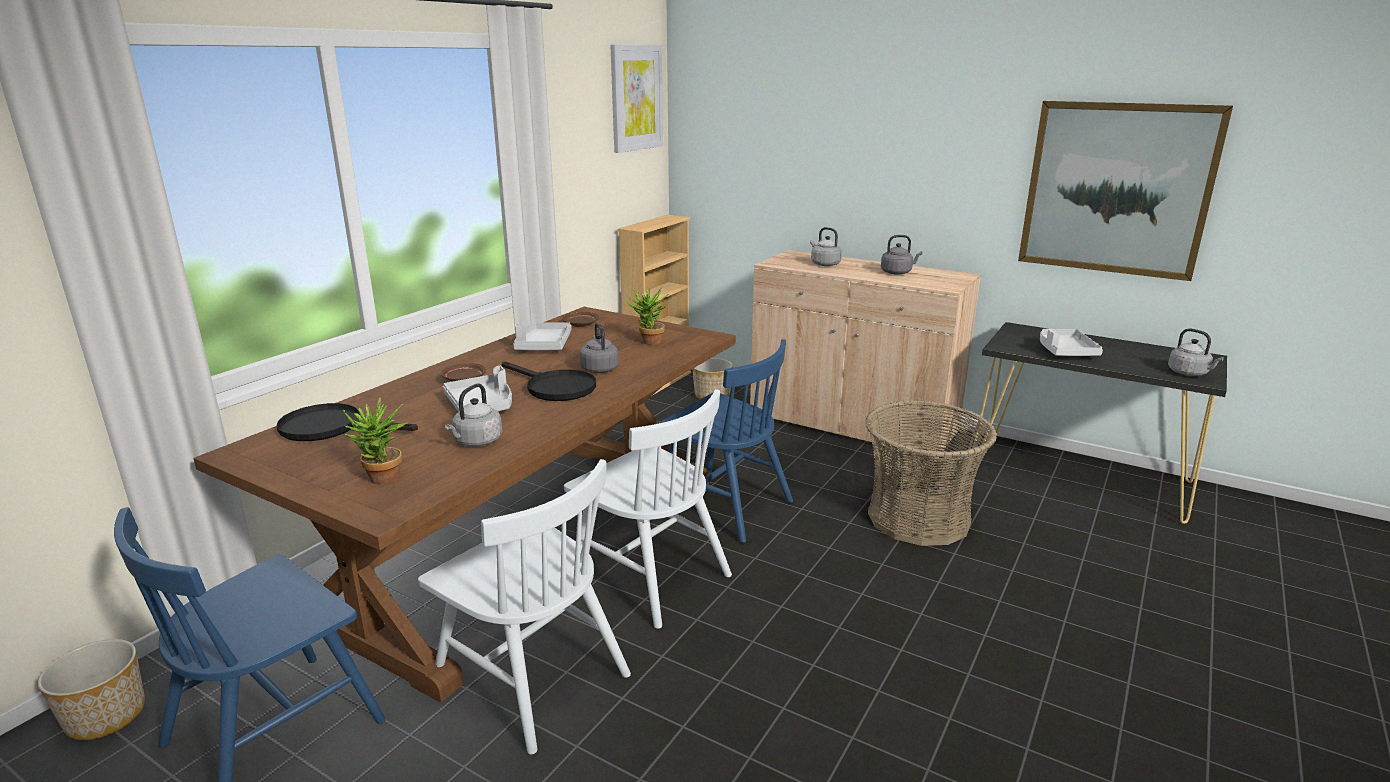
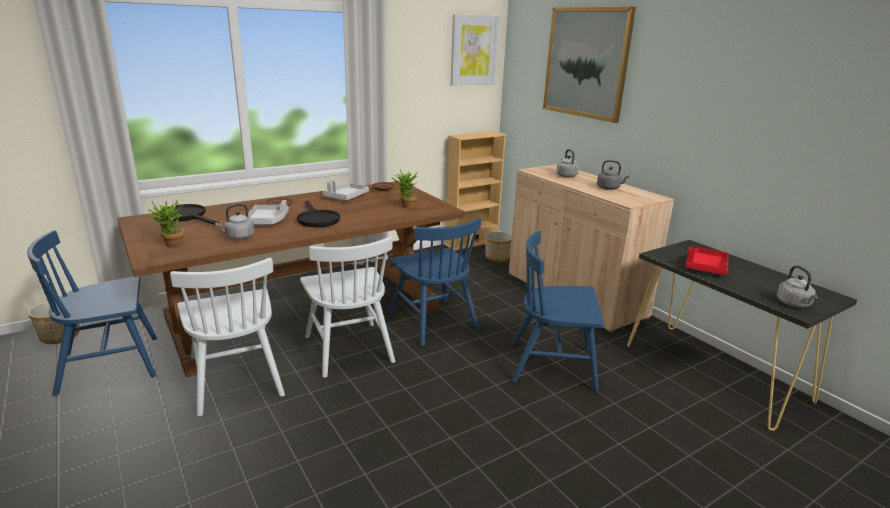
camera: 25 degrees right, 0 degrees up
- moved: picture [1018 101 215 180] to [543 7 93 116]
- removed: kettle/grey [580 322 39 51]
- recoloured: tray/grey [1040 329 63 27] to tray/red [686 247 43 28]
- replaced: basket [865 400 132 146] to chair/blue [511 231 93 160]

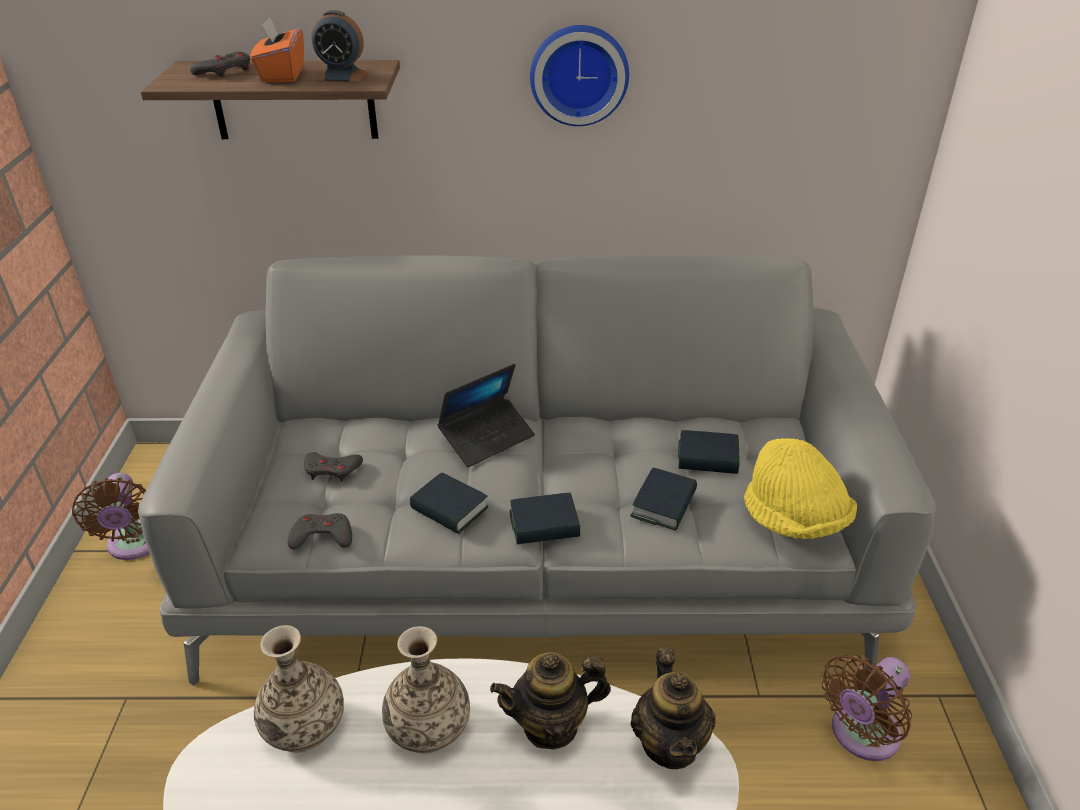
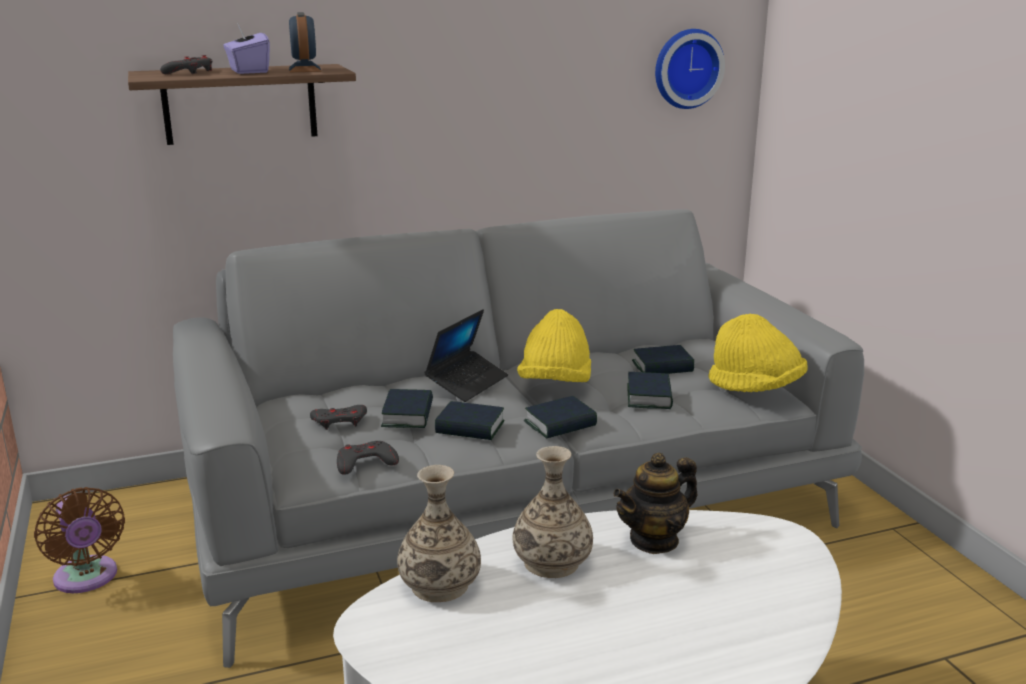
camera: 20 degrees left, 15 degrees down
- turned: alarm clock [311 10 57 73] = [289 12 32 60] 90 degrees counterclockwise
- recoloured: tissue box/orange [251 17 53 65] to tissue box/purple [223 23 47 51]
- moved: wall clock [530 25 99 101] to [655 29 70 80]
- removed: teapot [630 647 86 122]
- removed: fan/brown [822 654 90 107]
- added: hat/yellow [517 309 74 73]
- added: book [381 389 52 39]

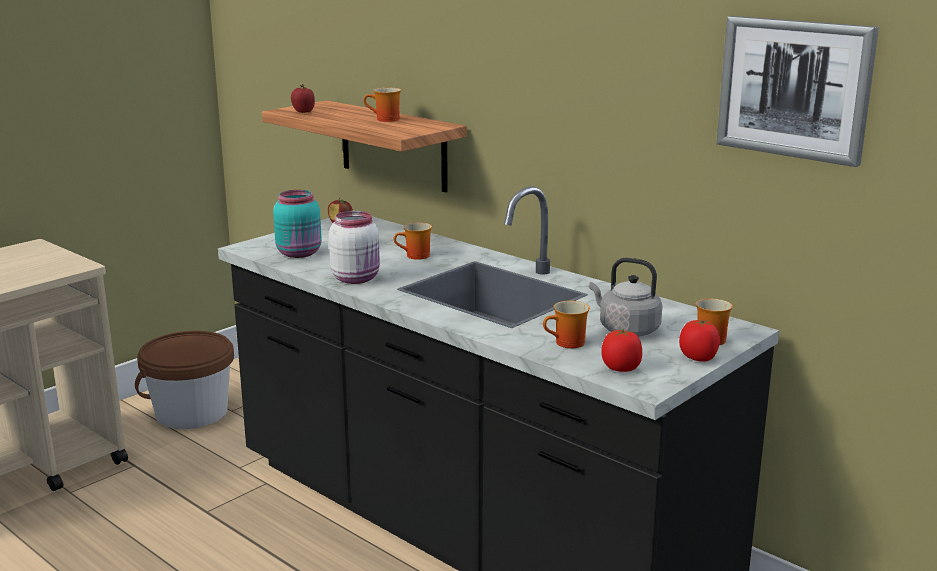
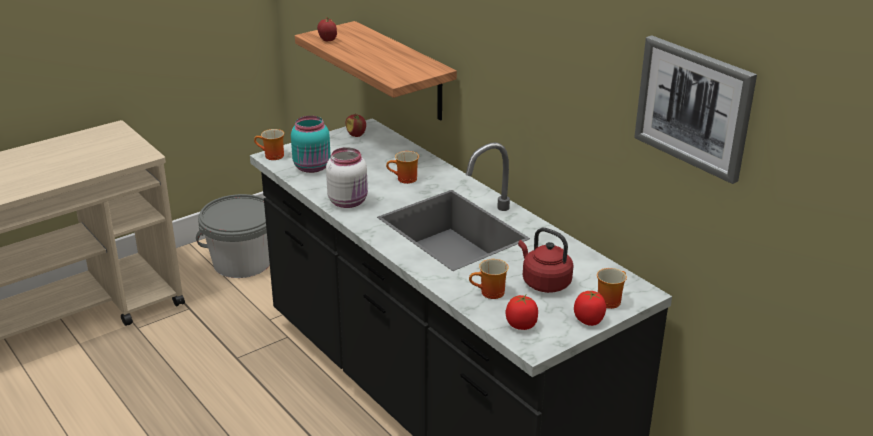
camera: 10 degrees right, 10 degrees up
- moved: mug [364 88 37 34] to [254 129 30 31]
- recoloured: kettle/grey [589 258 73 78] to kettle/red [518 228 56 65]
- recoloured: bucket/brown [135 331 99 98] to bucket/grey [196 194 74 84]

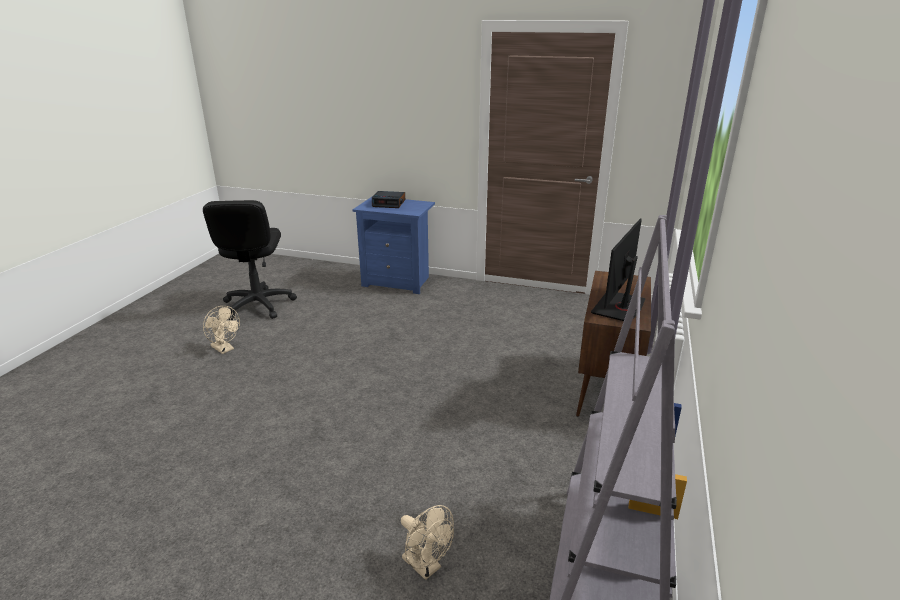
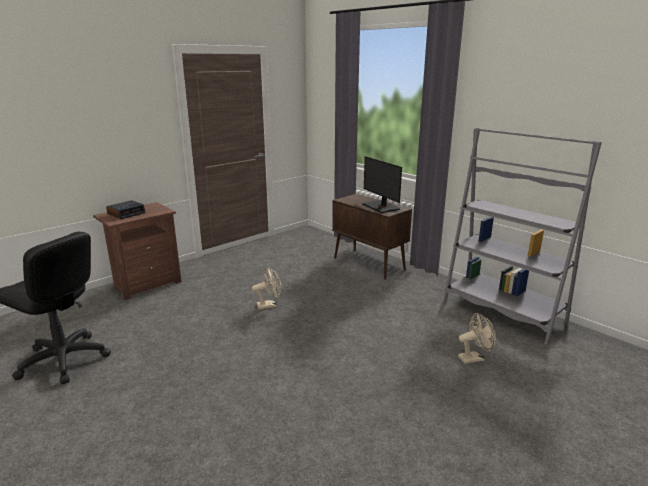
camera: 60 degrees left, 5 degrees down
- recoloured: nightstand/blue [352 196 83 98] to nightstand/brown [93 202 89 98]
- moved: fan/beige [203 306 37 48] to [252 268 29 42]

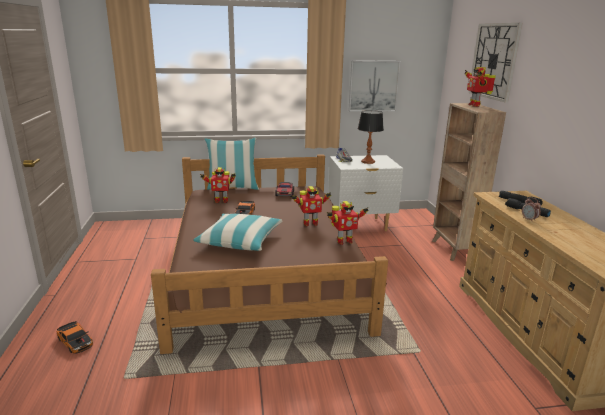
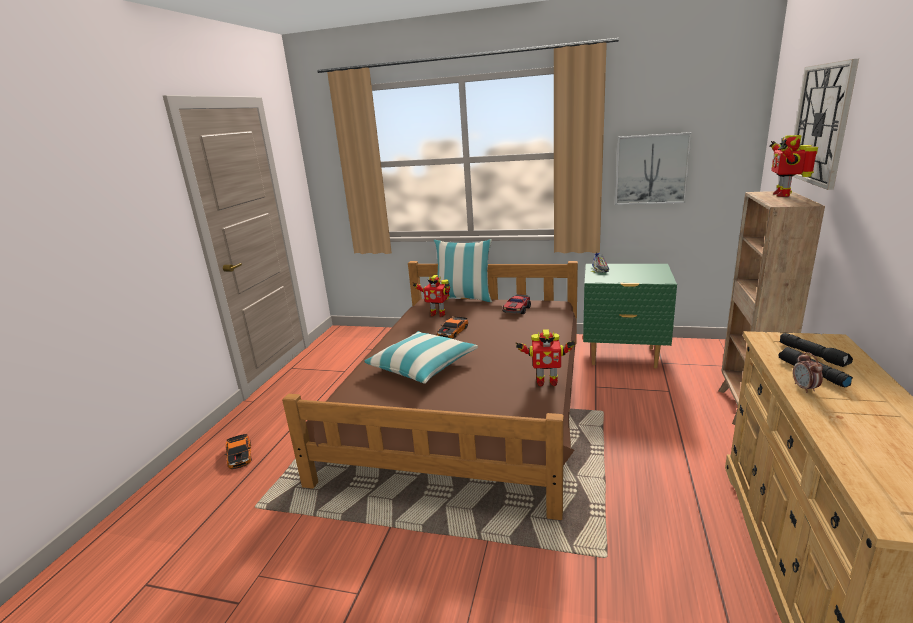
camera: 25 degrees right, 0 degrees up
- removed: table lamp [358 110 26 54]
- recoloured: nightstand/white [328 155 75 76] to nightstand/green [583 264 94 104]
- removed: toy robot [291 186 40 40]

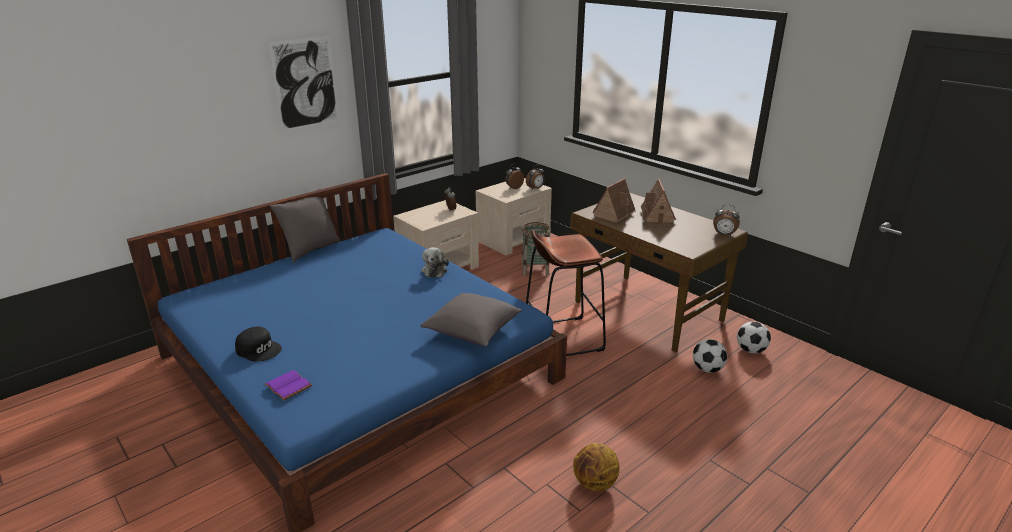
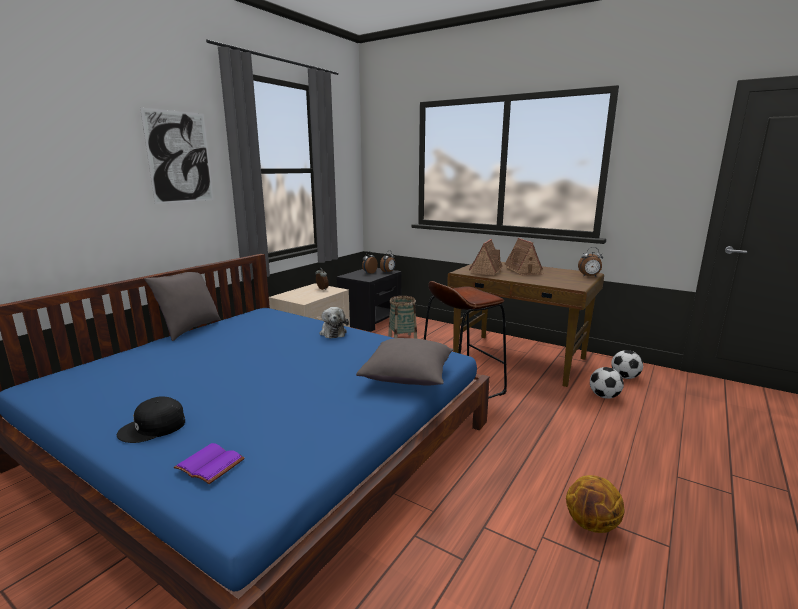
camera: 15 degrees left, 10 degrees down
- recoloured: nightstand/beige [476 178 76 77] to nightstand/black [336 268 66 64]
- turned: cap/black [235 326 47 36] = [117 396 68 47] 135 degrees clockwise

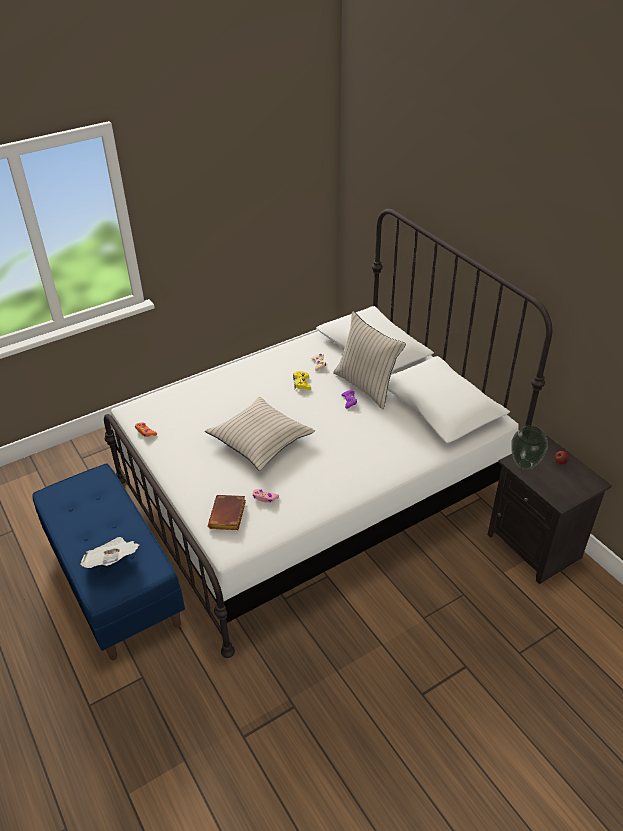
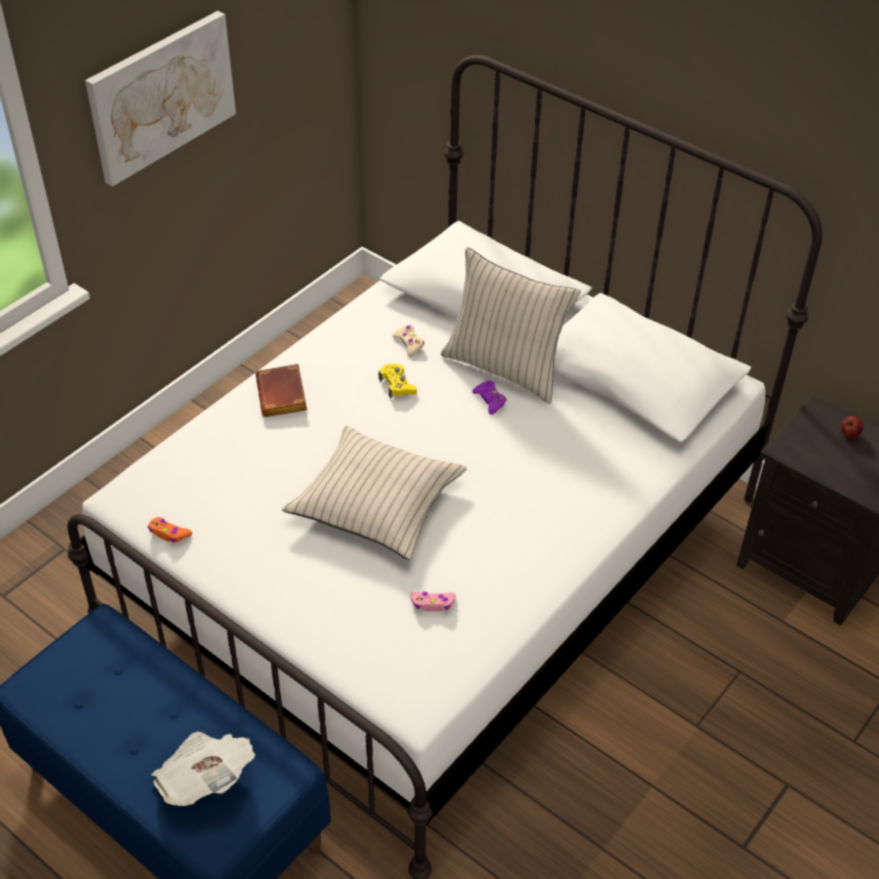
camera: 20 degrees left, 5 degrees up
- removed: vase [511 426 37 44]
- moved: book/brown [208 495 38 35] to [256 364 51 53]
- added: picture [85 11 151 176]

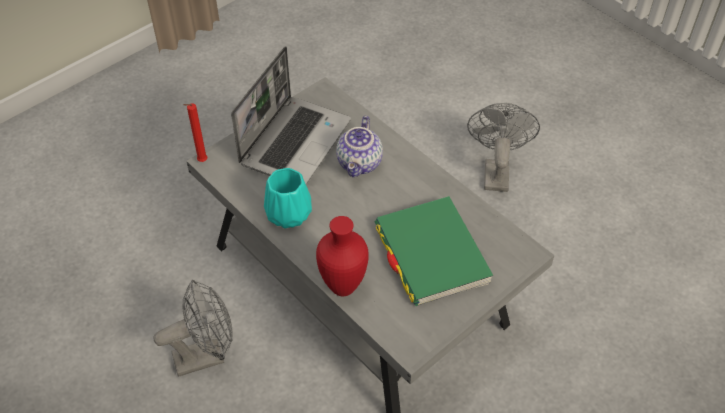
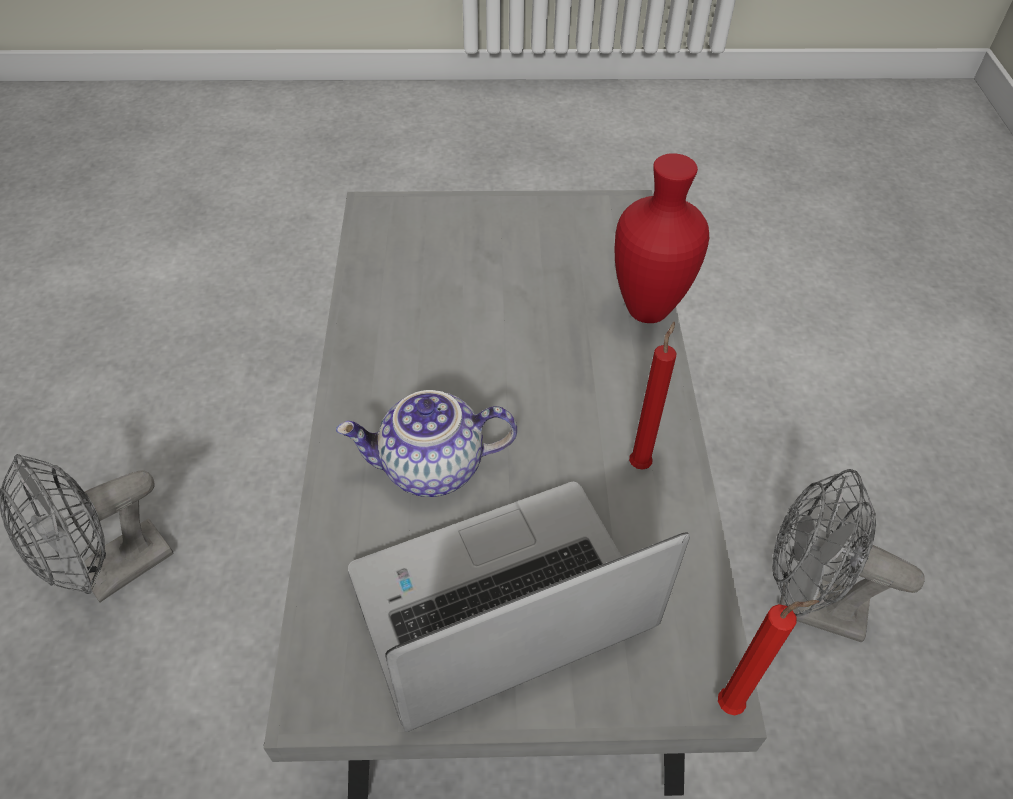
camera: 140 degrees left, 0 degrees up
- turned: teapot [336 116 47 61] = [336 390 181 107] 150 degrees counterclockwise
- replaced: vase/turquoise [264 168 48 61] to candle/red [629 321 47 149]
- removed: book/green [375 196 118 110]

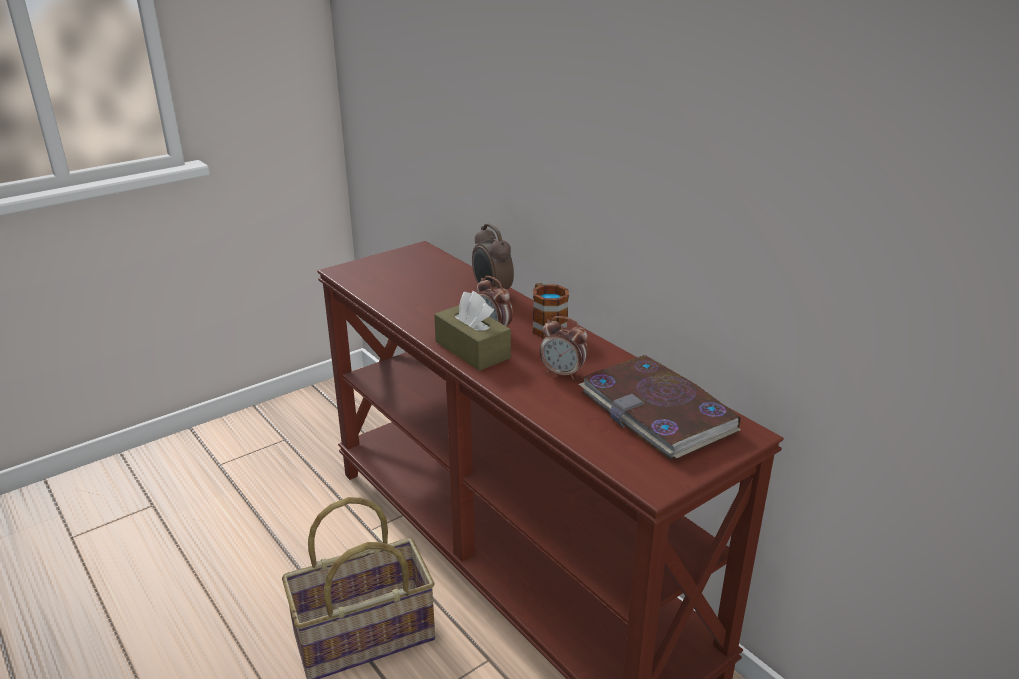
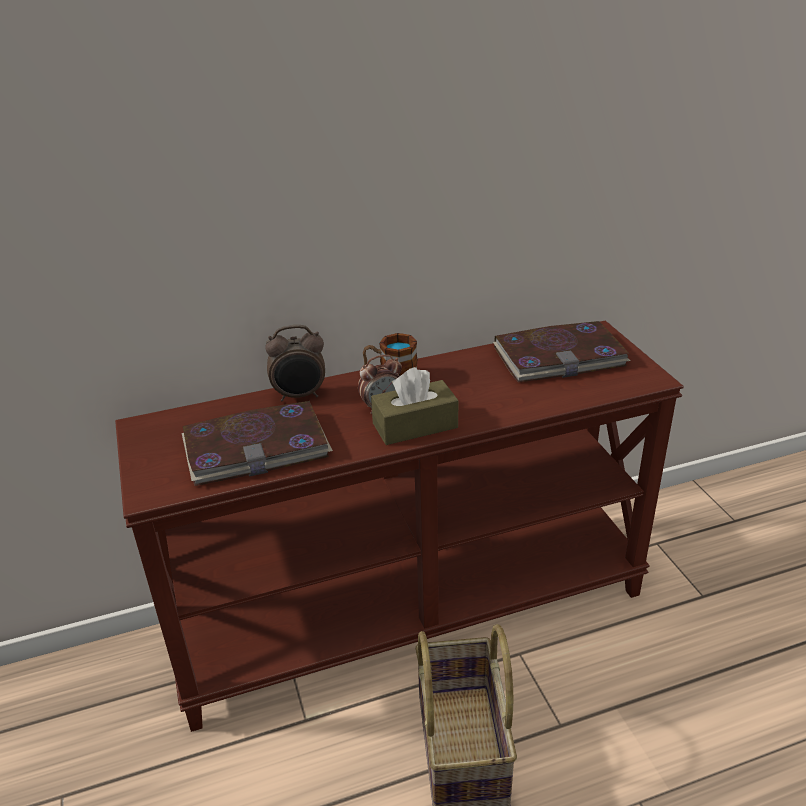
camera: 70 degrees left, 5 degrees up
- removed: alarm clock [540 316 48 64]
- added: book [181 401 152 85]

